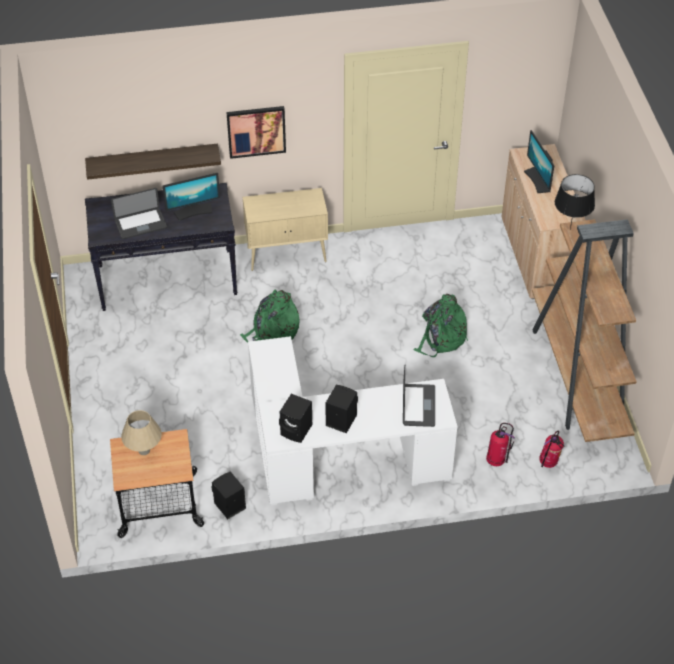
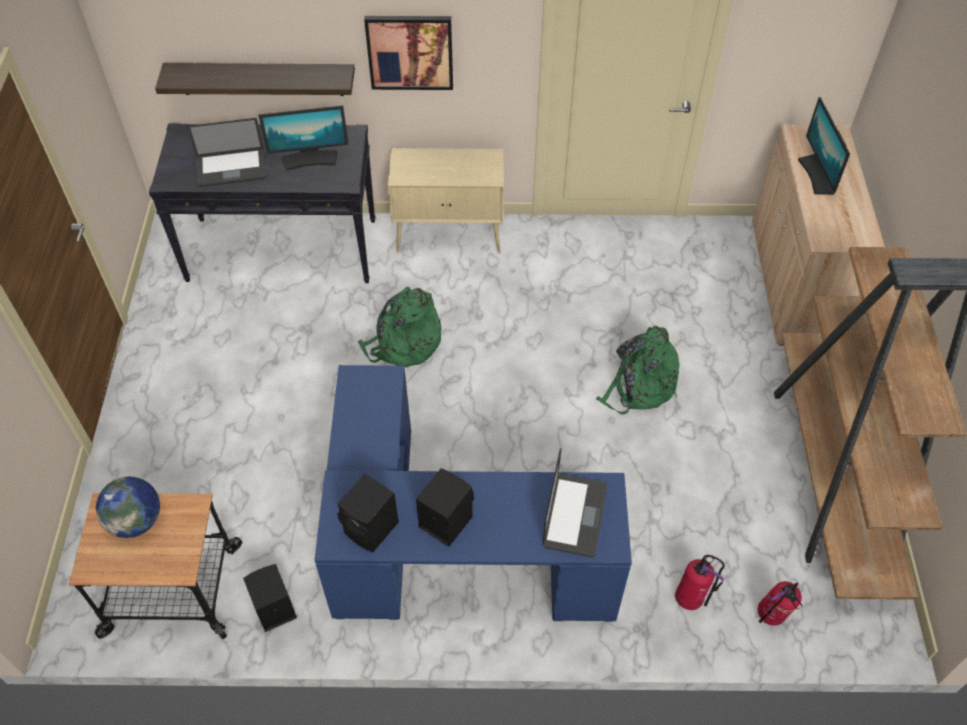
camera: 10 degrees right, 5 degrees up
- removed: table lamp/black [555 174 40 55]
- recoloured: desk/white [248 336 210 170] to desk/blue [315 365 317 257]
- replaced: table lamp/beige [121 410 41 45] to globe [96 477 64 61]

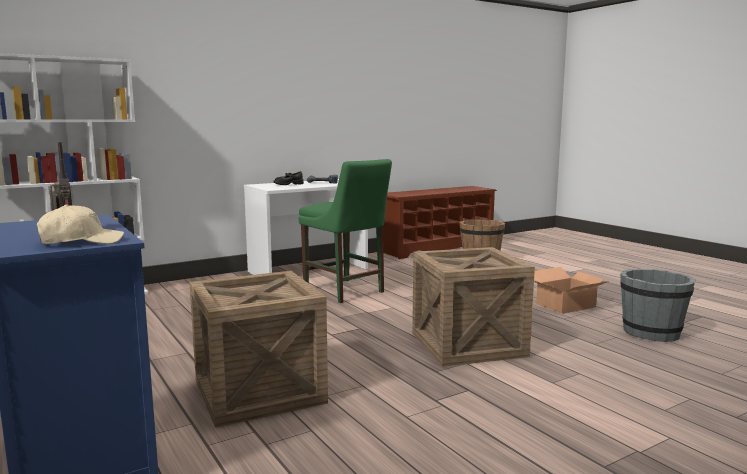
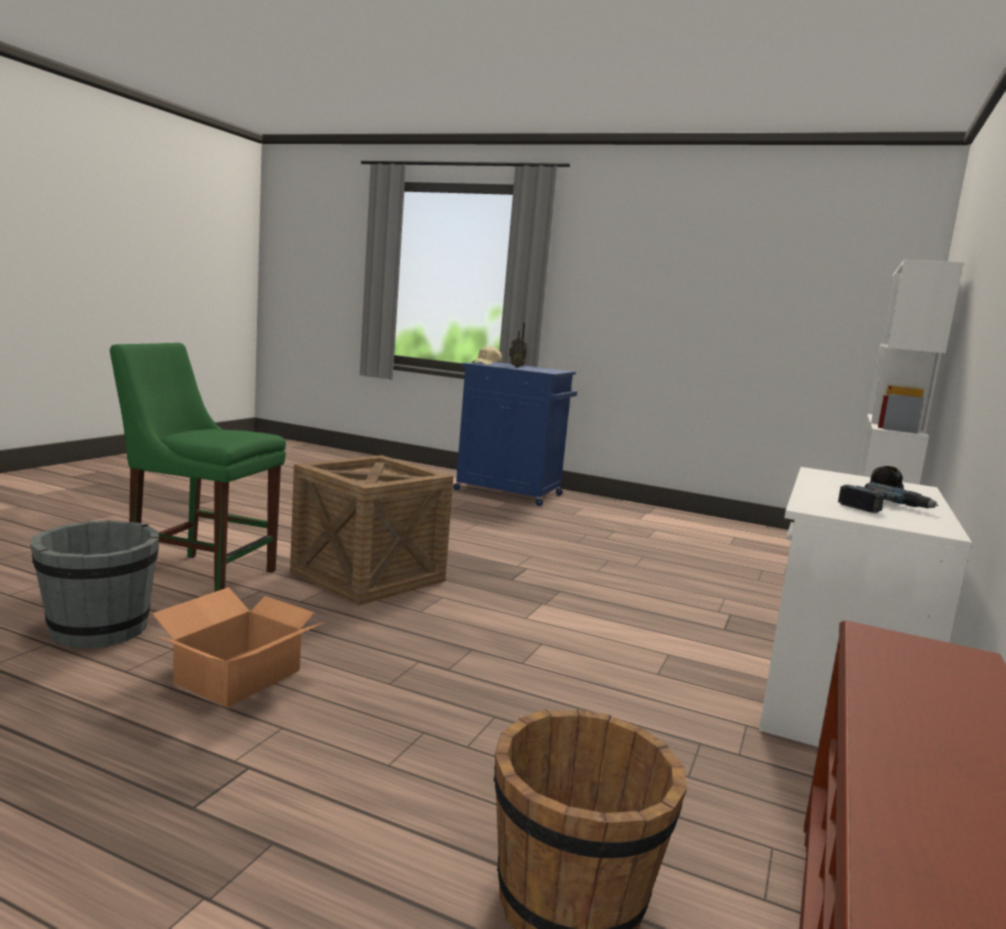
camera: 145 degrees right, 0 degrees up
- moved: chair/green [298 159 94 144] to [110 343 176 249]
- removed: crate [190 271 138 157]

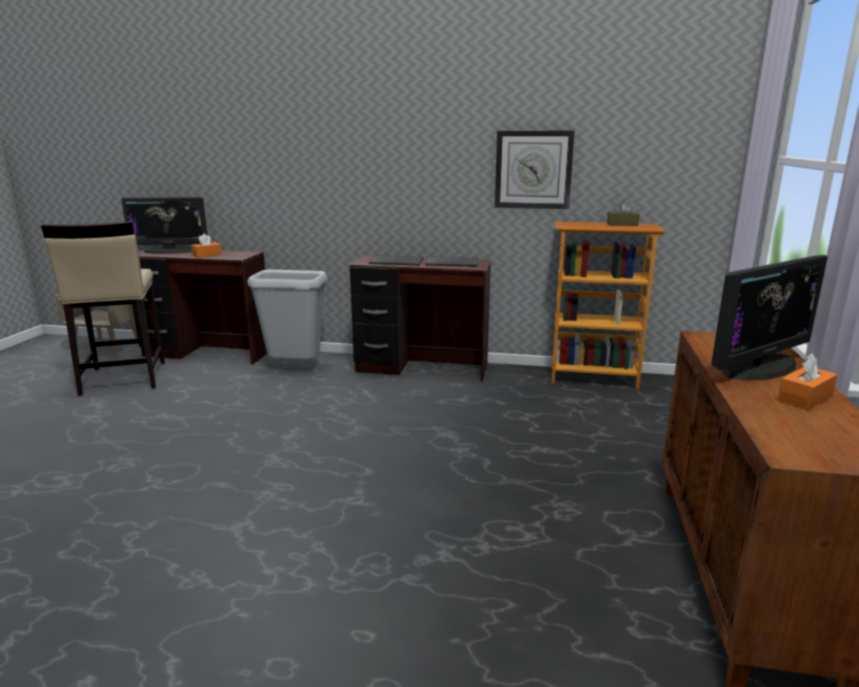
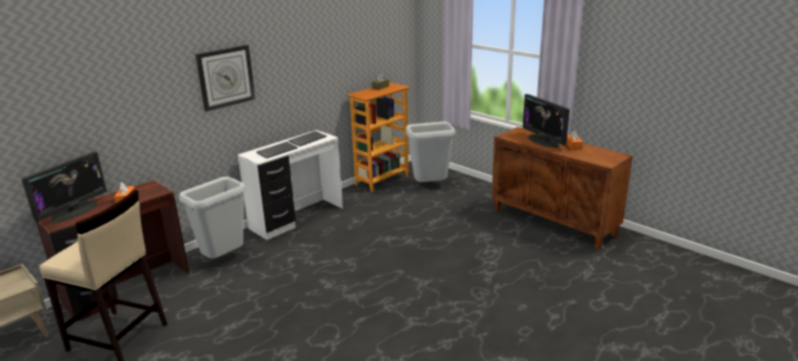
camera: 55 degrees left, 5 degrees up
- moved: wall clock [495 131 80 78] to [195 45 60 67]
- turned: monitor [711 255 117 126] = [523 94 47 54] 150 degrees clockwise
- recoloured: desk/brown [350 256 141 126] to desk/white [238 130 105 110]
- added: trash can/grey [405 122 50 60]

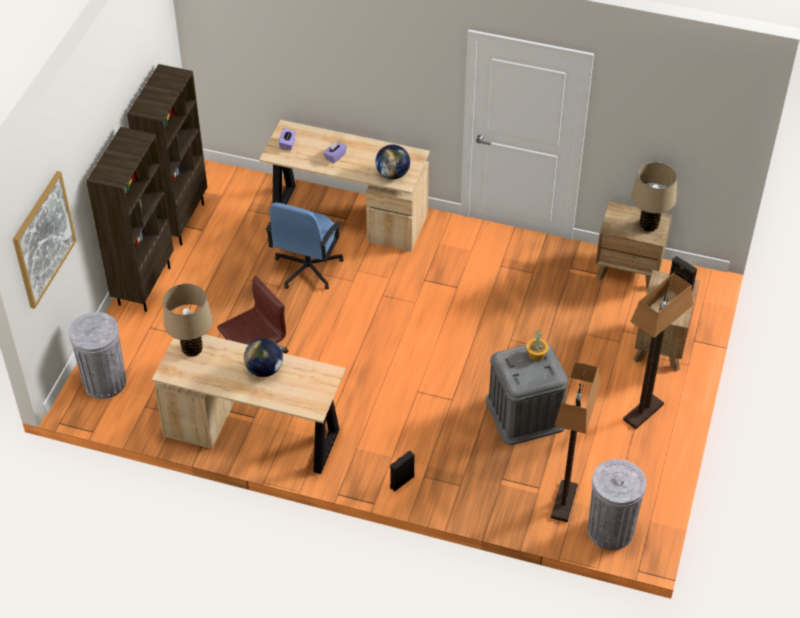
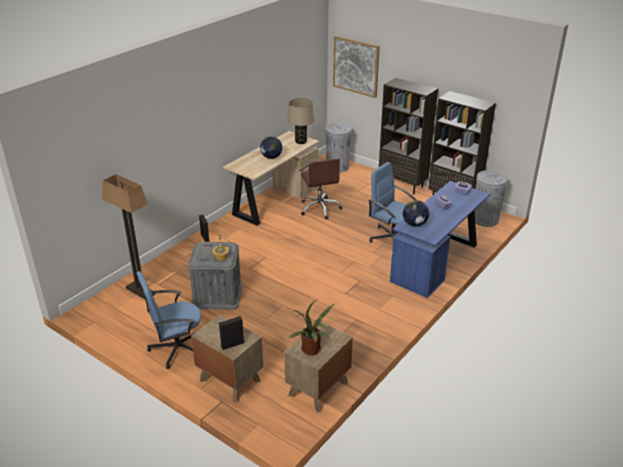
camera: 110 degrees right, 15 degrees down
- recoloured: desk/beige [259 120 171 132] to desk/blue [390 181 100 117]
- replaced: table lamp/beige [631 162 46 70] to potted plant [288 300 47 56]
- replaced: floor lamp [623 273 70 156] to office chair/blue [136 271 65 98]
- moved: trash can/grey [588 459 58 91] to [474 170 34 57]

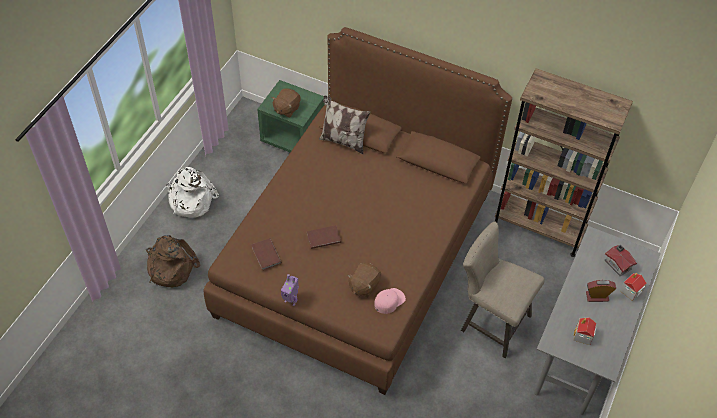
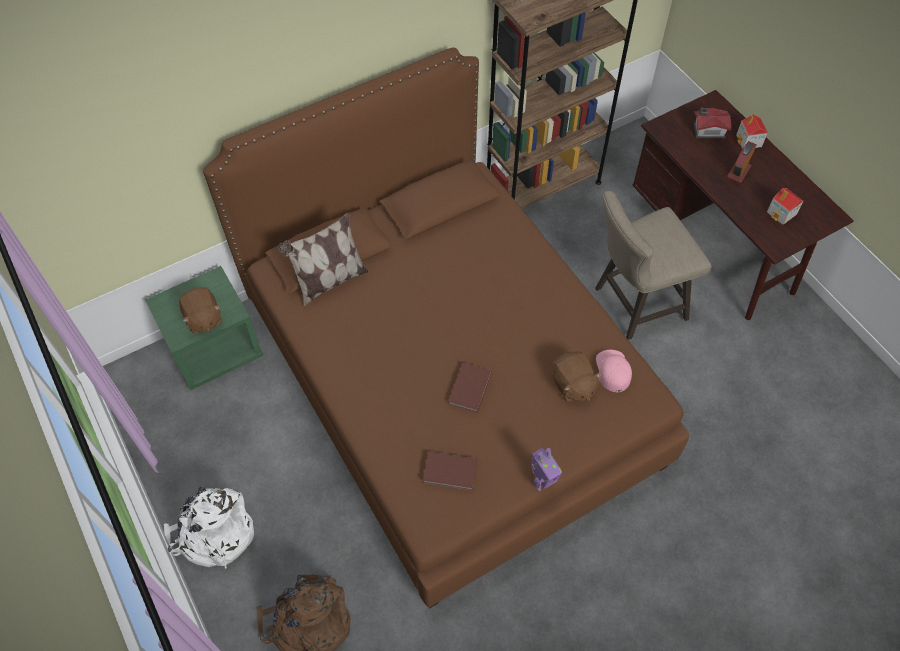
camera: 55 degrees left, 5 degrees up
- recoloured: desk/grey [534 226 127 189] to desk/brown [632 90 222 230]

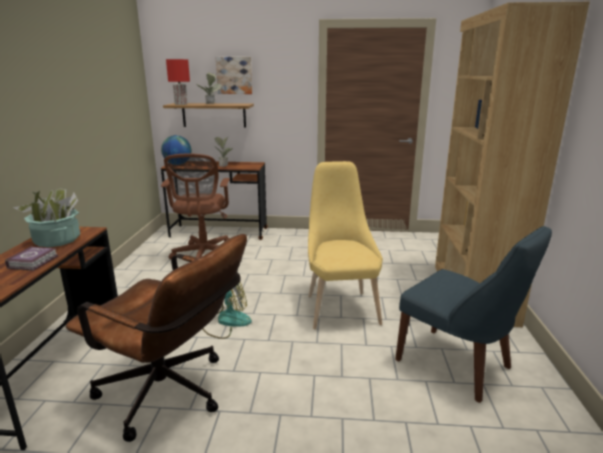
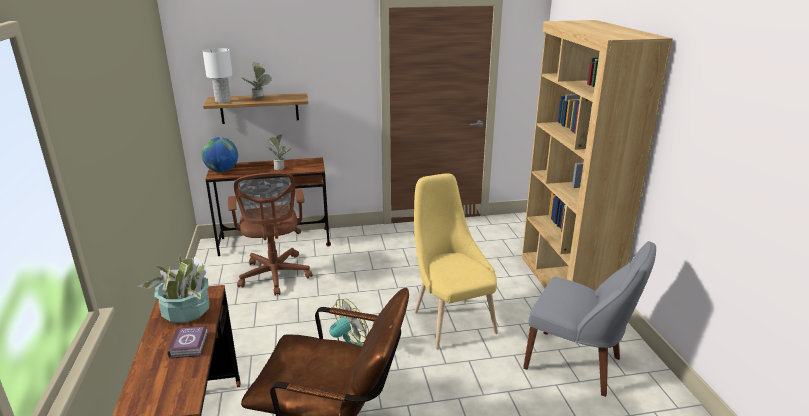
camera: 15 degrees left, 5 degrees up
- removed: picture [216 57 37 37]
- recoloured: table lamp/red [166 59 24 46] to table lamp/white [203 48 30 55]
- recoloured: chair/blue [395 226 157 177] to chair/grey [523 241 133 156]

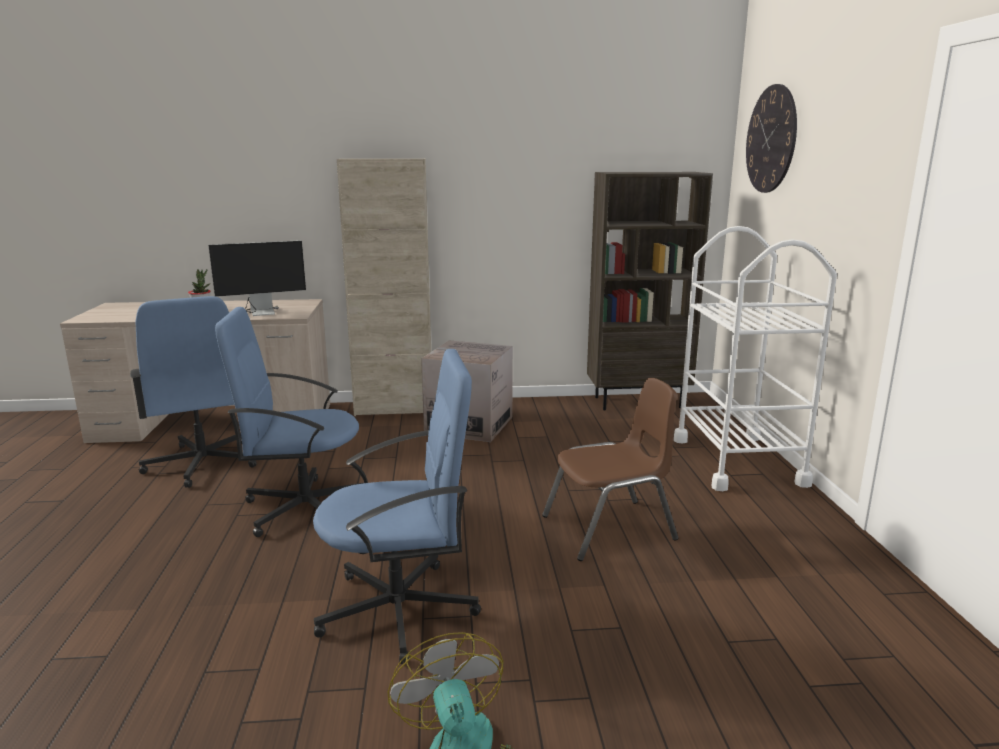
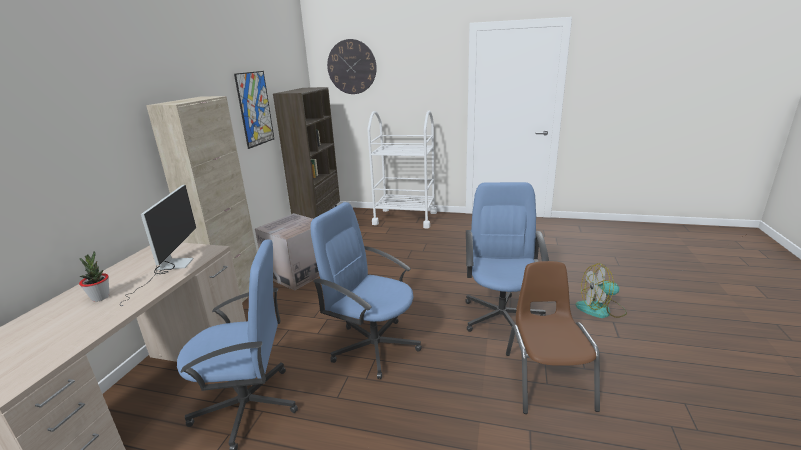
camera: 70 degrees left, 5 degrees up
- turned: office chair/blue [215 307 148 230] = [310 202 112 177] 105 degrees clockwise
- moved: chair/brown [542 378 136 183] to [506 261 94 153]
- added: picture [234 71 40 78]

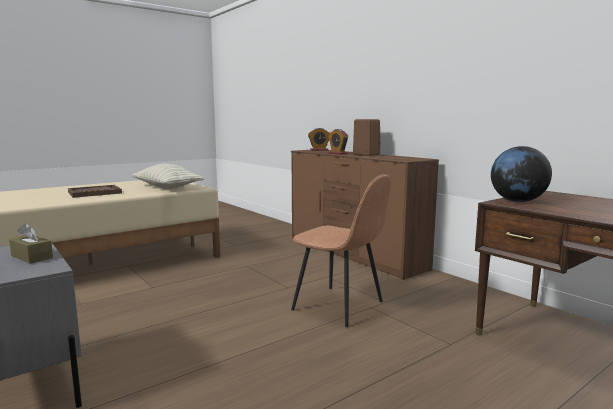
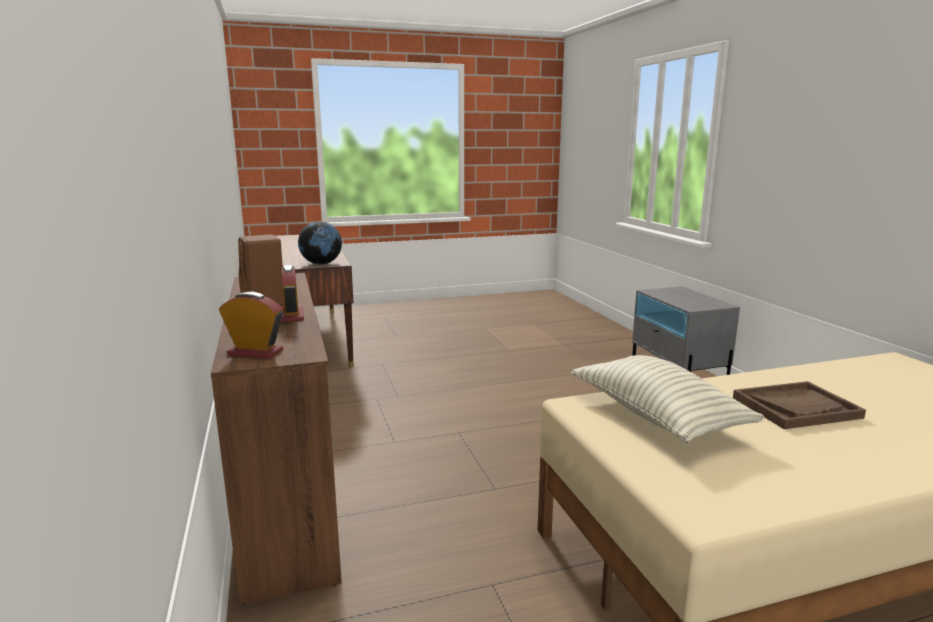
camera: 160 degrees left, 5 degrees up
- removed: chair/brown [291 174 101 153]
- removed: tissue box/brown [9 223 44 41]

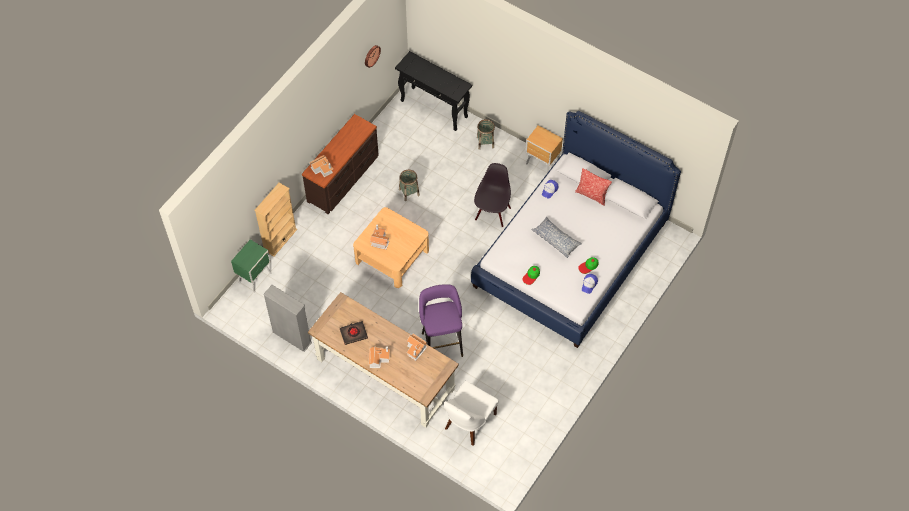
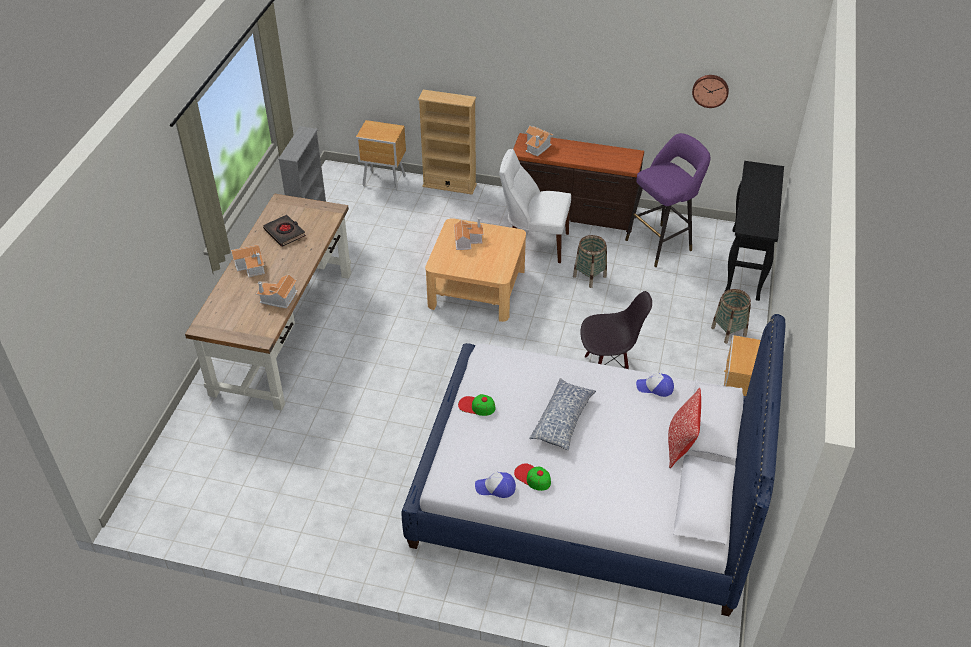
camera: 70 degrees right, 15 degrees down
- recoloured: nightstand/green [231 239 41 54] to nightstand/brown [356 120 50 71]
- moved: stool/purple [419 284 44 73] to [625 133 86 134]
- moved: chair/white [444 381 54 65] to [499 149 72 114]

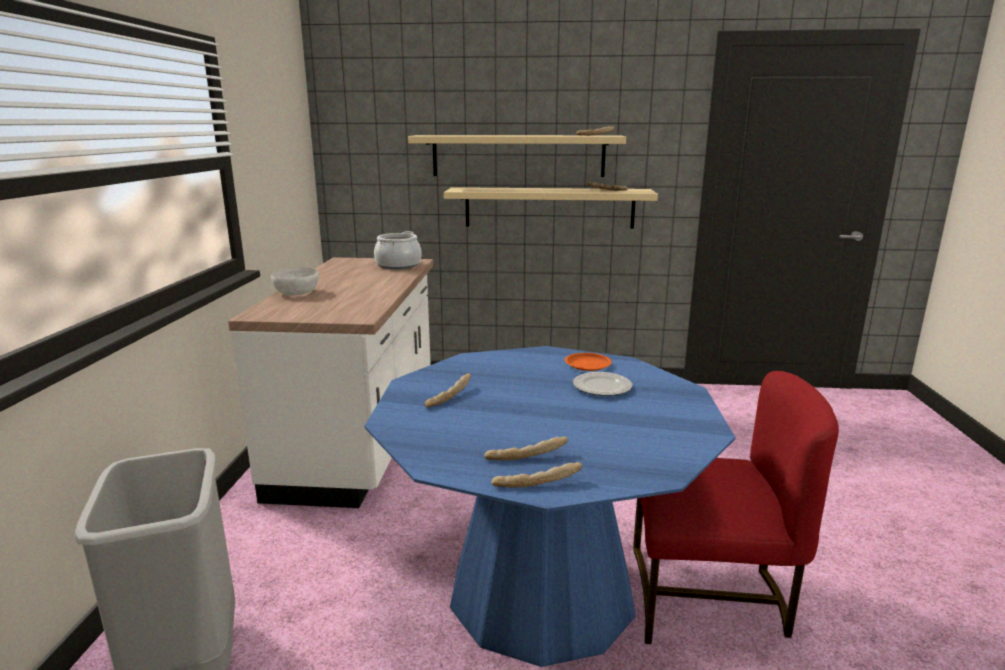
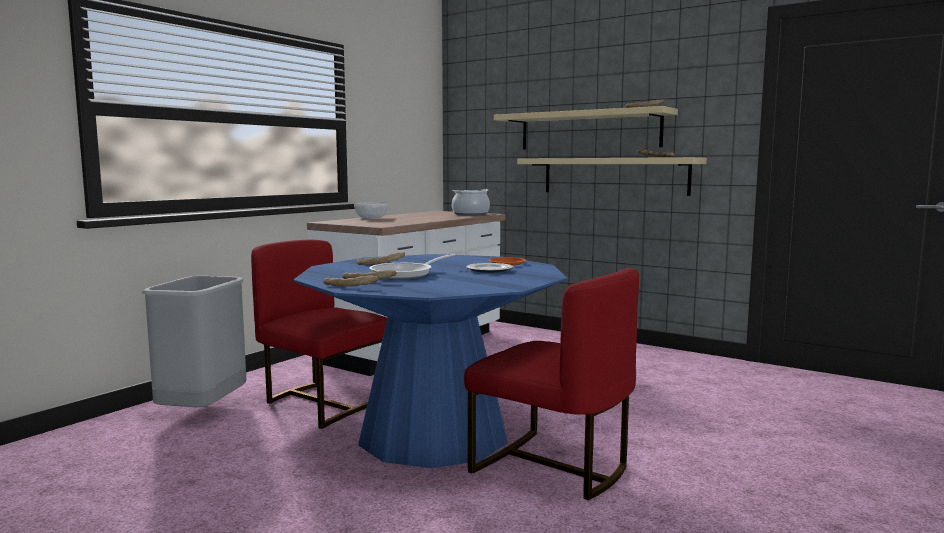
camera: 30 degrees right, 10 degrees down
- added: chair/red [251 240 136 189]
- added: frying pan [369 254 87 25]

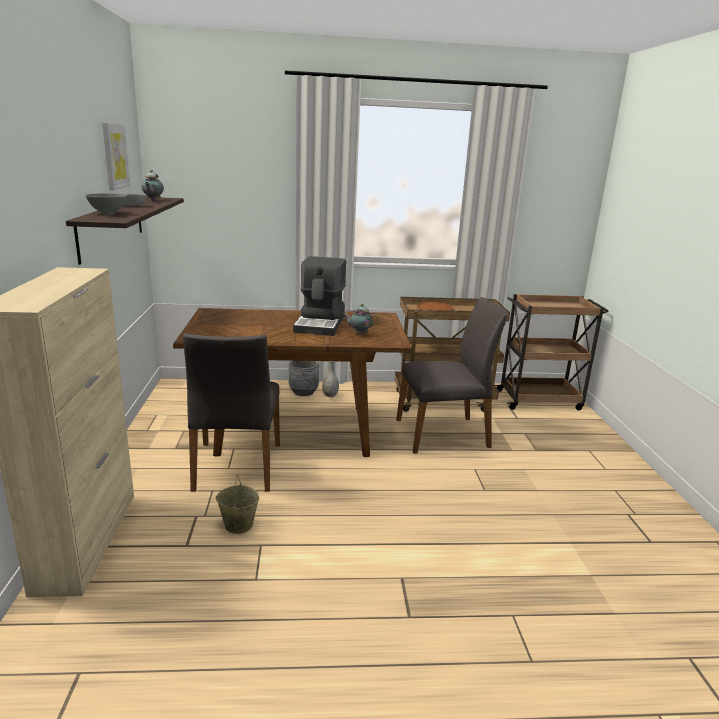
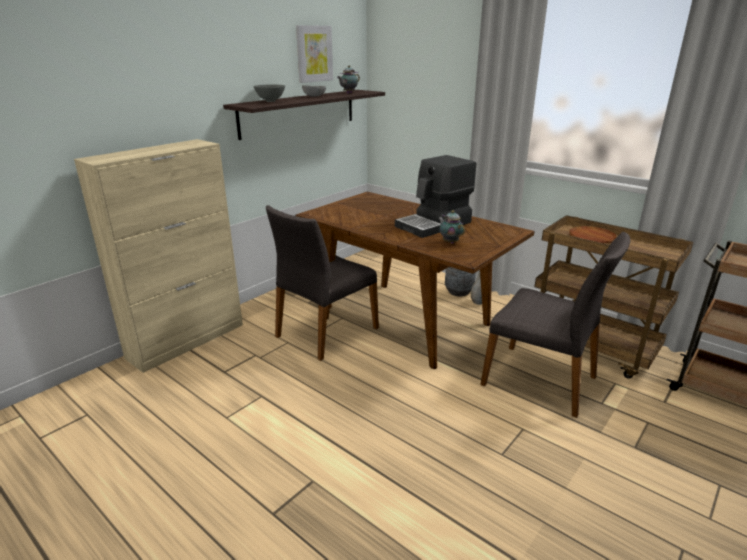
camera: 45 degrees right, 5 degrees up
- removed: bucket/beige [216 475 43 59]

